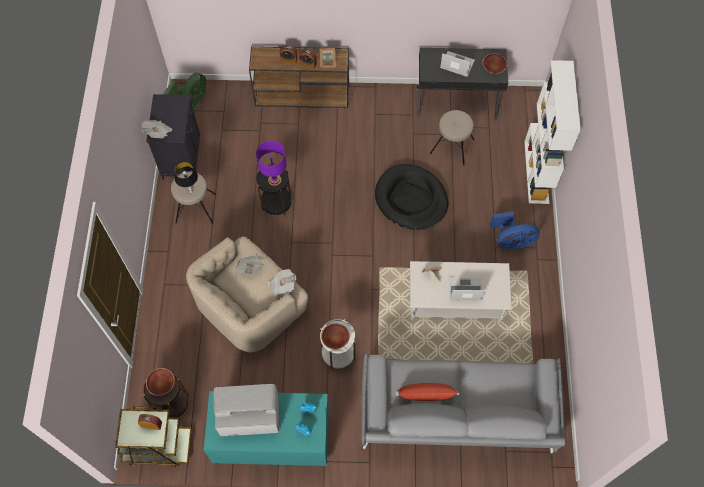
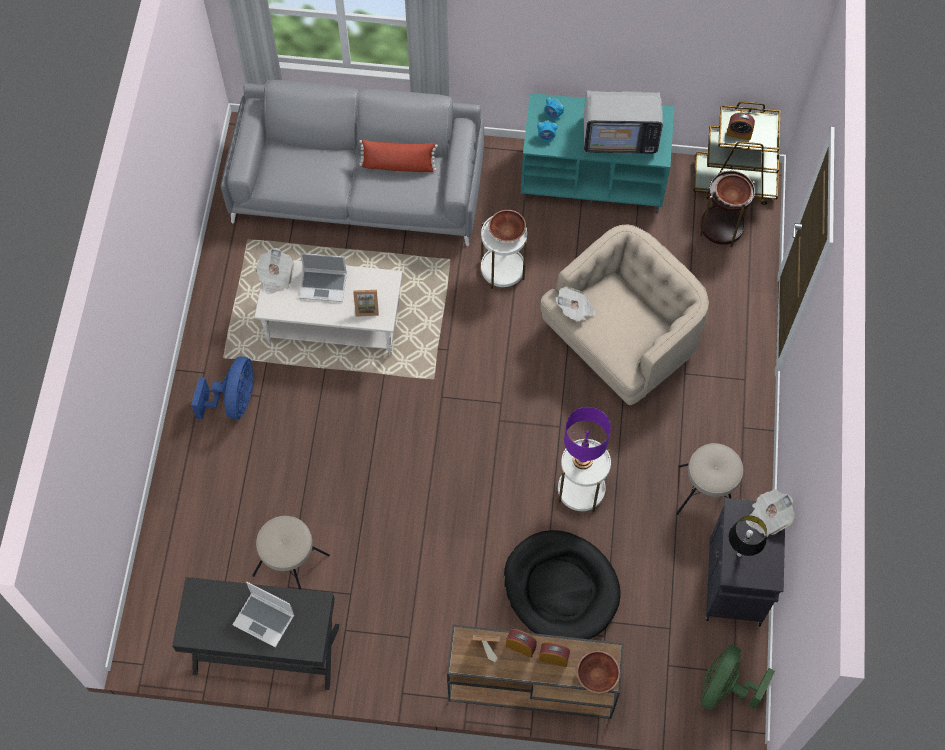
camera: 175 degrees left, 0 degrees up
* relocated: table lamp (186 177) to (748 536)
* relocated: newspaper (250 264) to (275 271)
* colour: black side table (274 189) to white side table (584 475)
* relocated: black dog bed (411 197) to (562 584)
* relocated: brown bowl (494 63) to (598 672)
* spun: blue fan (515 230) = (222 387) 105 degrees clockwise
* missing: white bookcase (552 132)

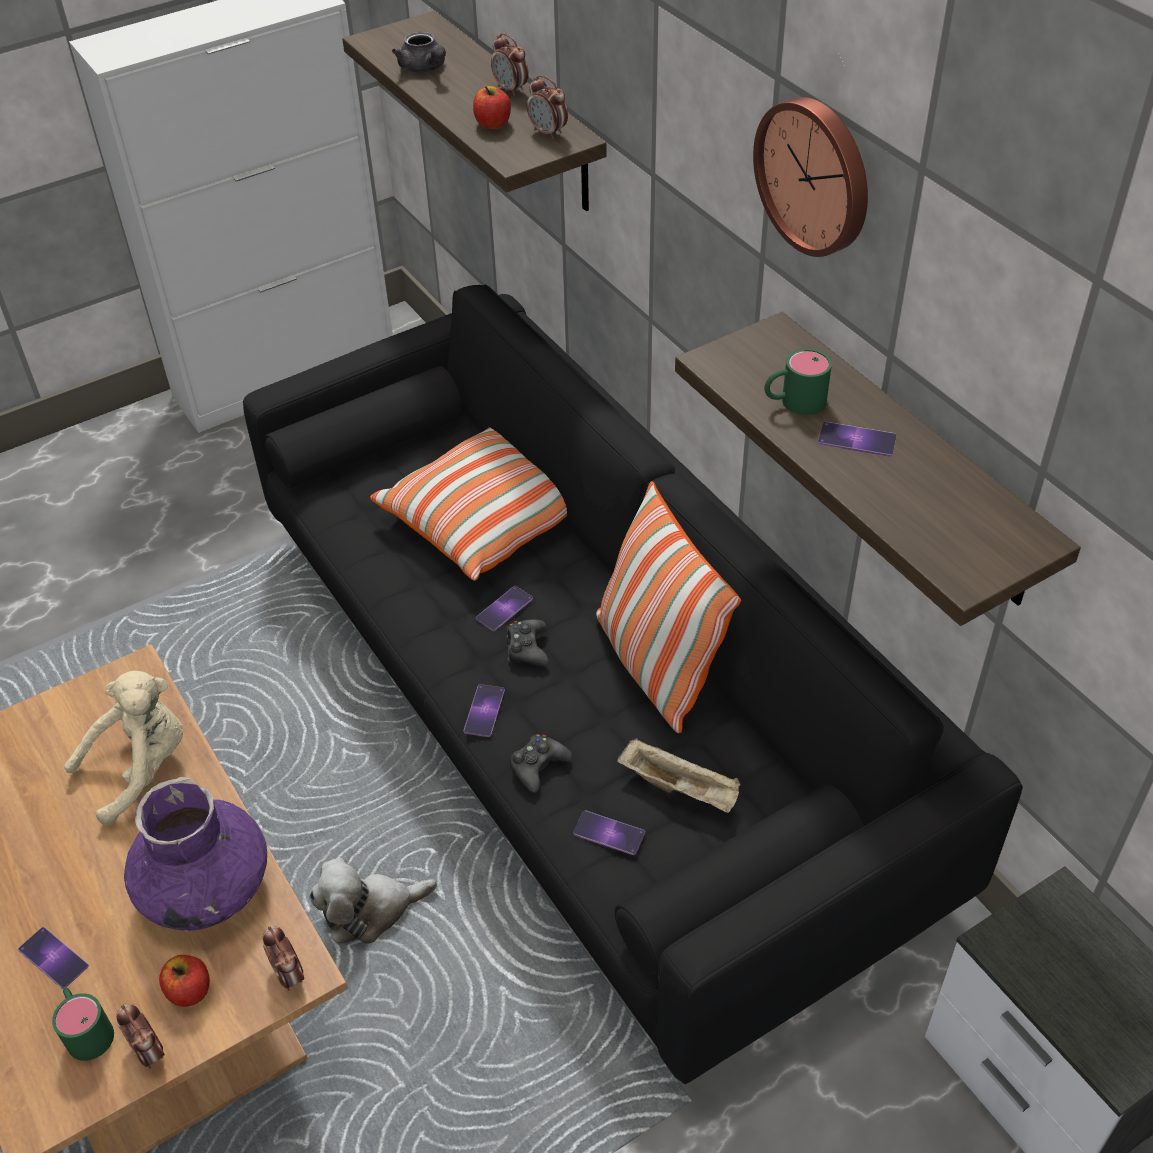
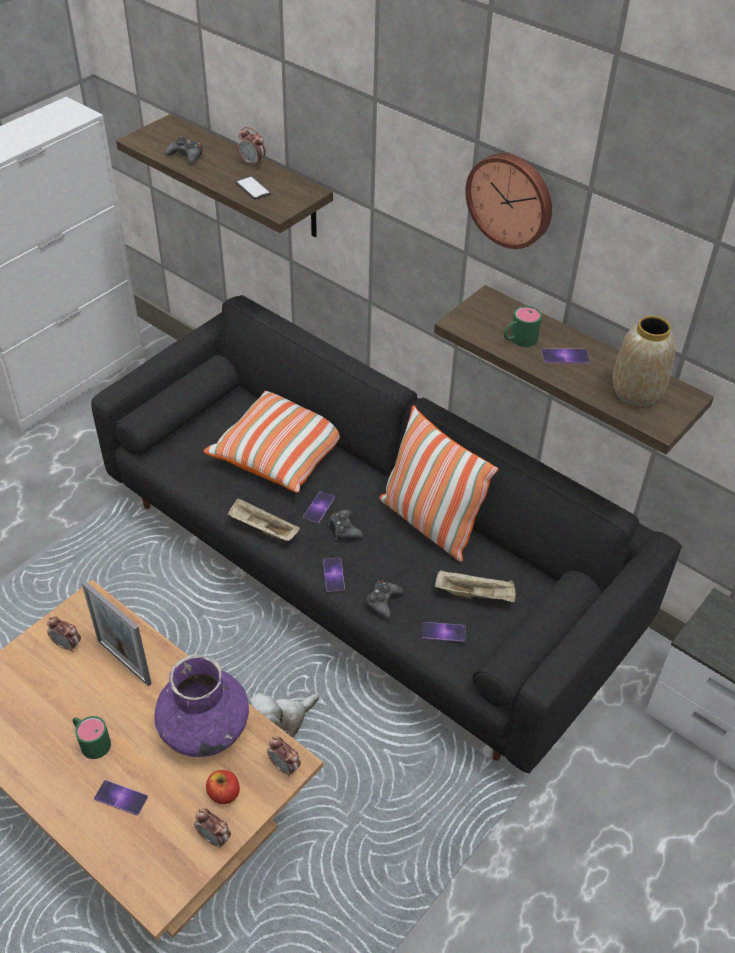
camera: 20 degrees left, 0 degrees up
* relocated: green mug (83 1024) to (92 737)
* exchanged: beige plush toy (124 747) to picture frame (117 633)
* exchanged: grey teapot (419 52) to black game controller (184 149)
* exchanged: apple (492 107) to phone (253 187)
* relocated: alarm clock (547 107) to (64 634)
* appeared: beige tray (263 519)
* appeared: vase (644 361)

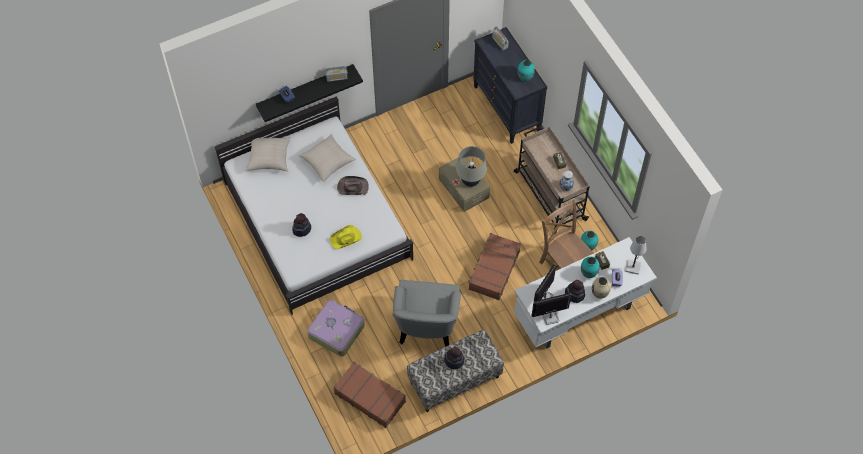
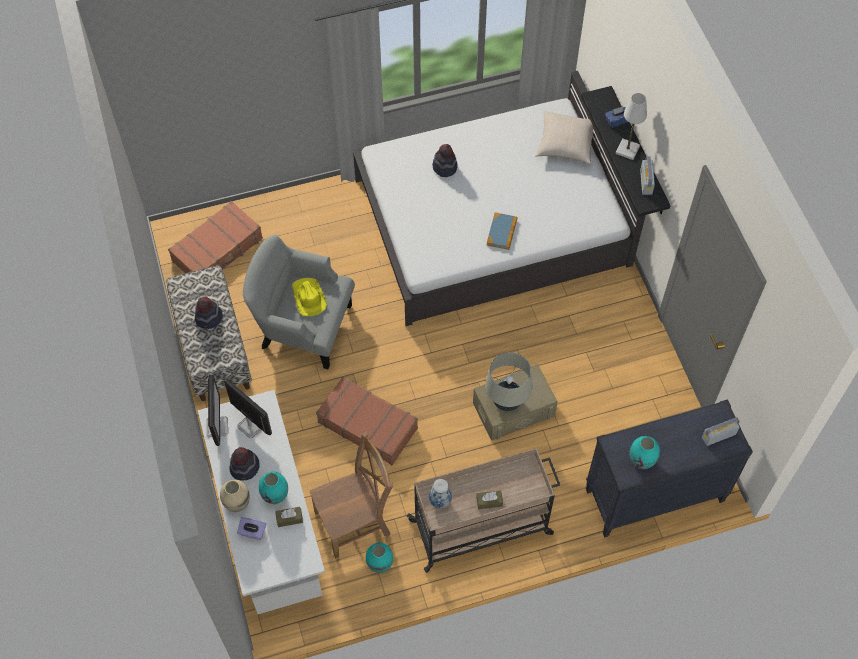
camera: 100 degrees right, 0 degrees up
* missing: beige pillow (327 158)
* missing: suitcase (336 328)
* relocated: yellow hat (346 237) to (309 297)
* exchanged: brown hat (353 185) to book (502 231)
* relocated: white table lamp (635 255) to (631 126)

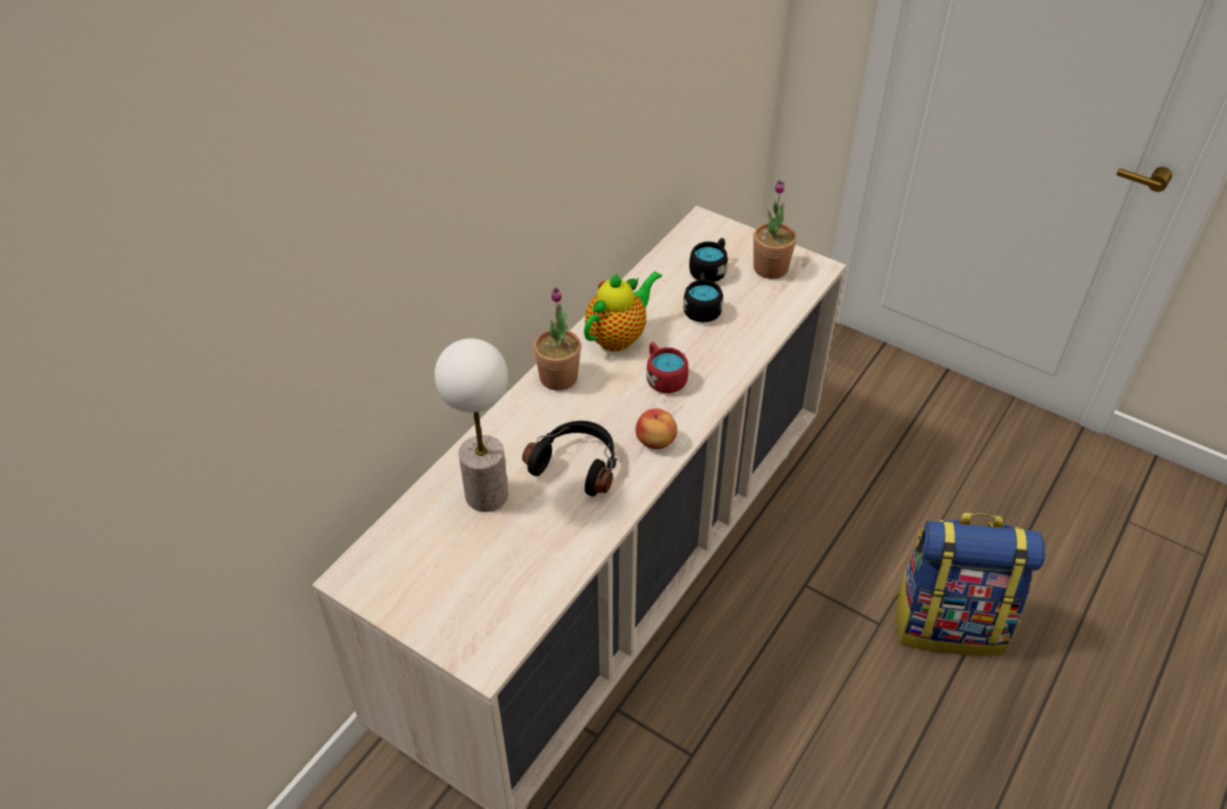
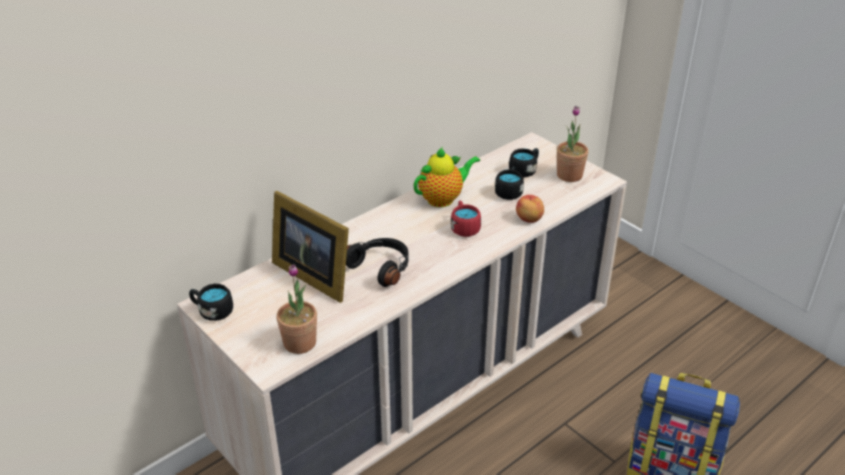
camera: 15 degrees right, 10 degrees down
* exchanged: table lamp (471 425) to picture frame (310 247)
* relocated: potted plant (557 339) to (297 309)
* relocated: apple (657 429) to (530 209)
* appeared: black mug (211 302)

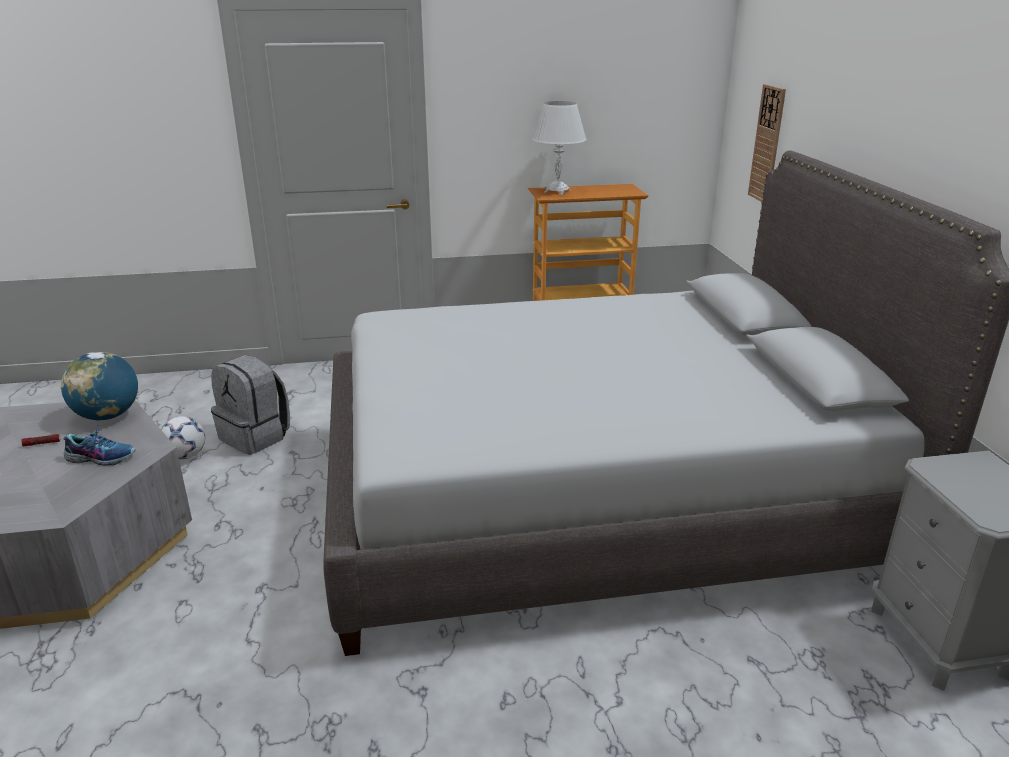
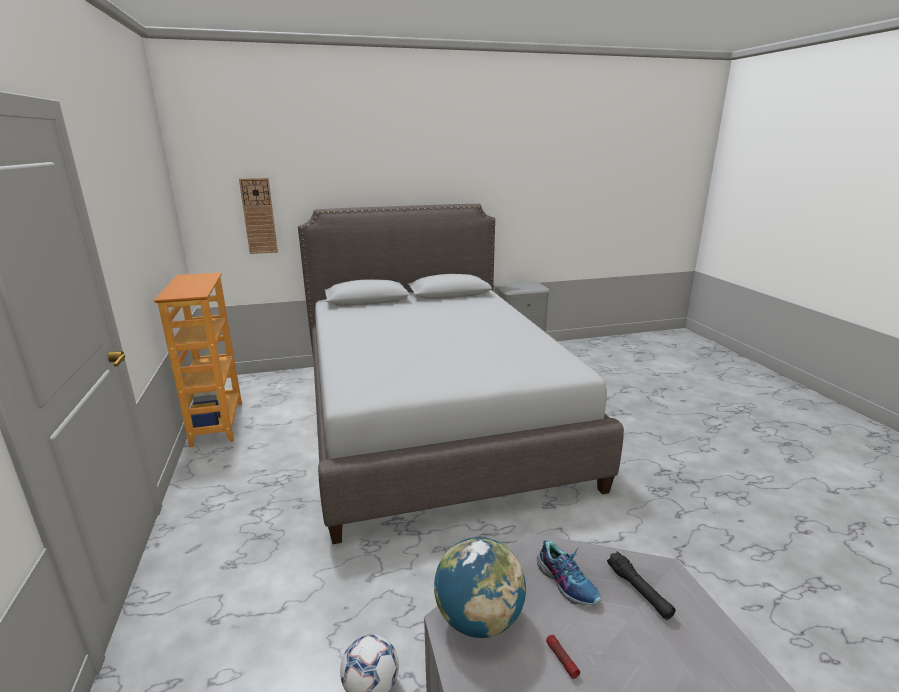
camera: 95 degrees left, 5 degrees down
* spun: shoe (99 446) = (569 572) 150 degrees clockwise
* missing: grey backpack (250 405)
* missing: white table lamp (559 148)
* appeared: black flashlight (641 585)

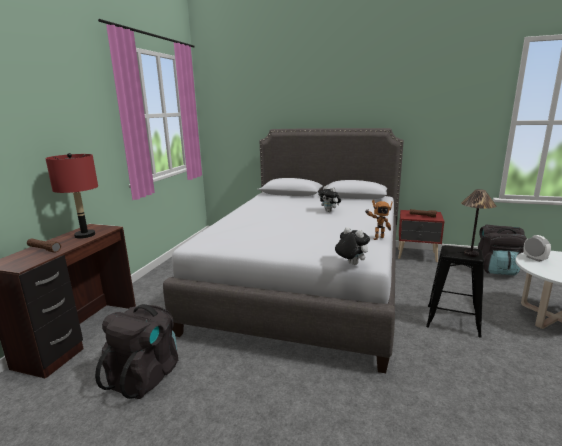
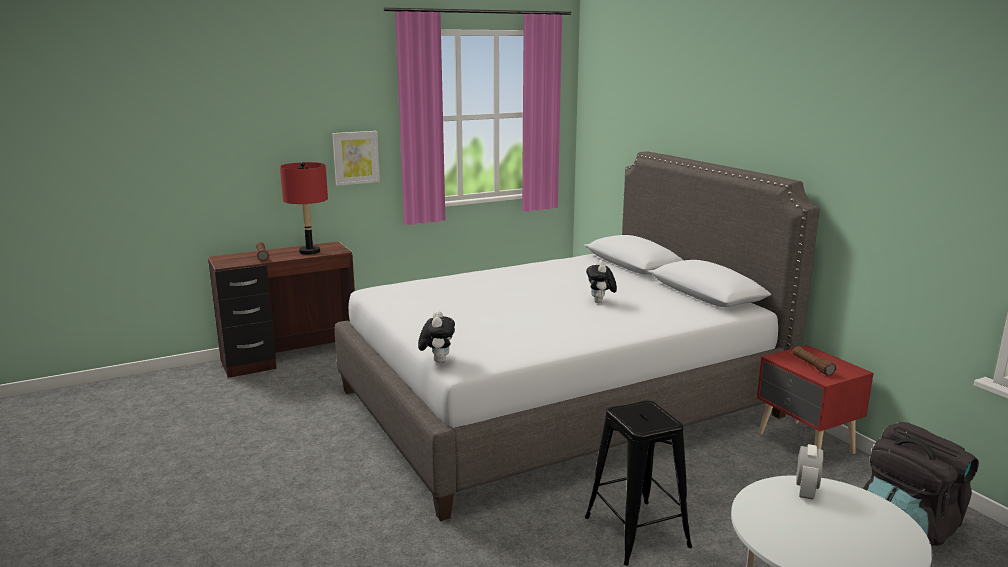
camera: 45 degrees right, 0 degrees up
* missing: black backpack (136 351)
* missing: toy robot (378 220)
* missing: table lamp (478 223)
* appeared: picture (356 158)

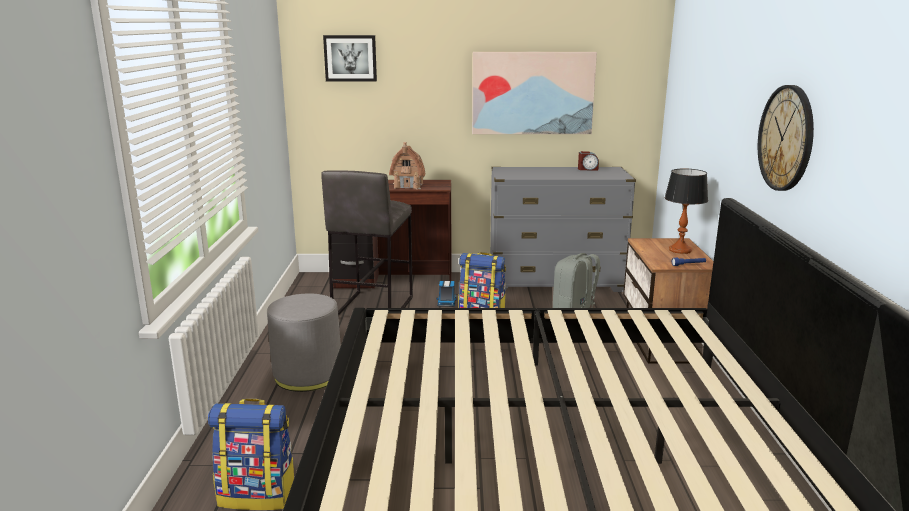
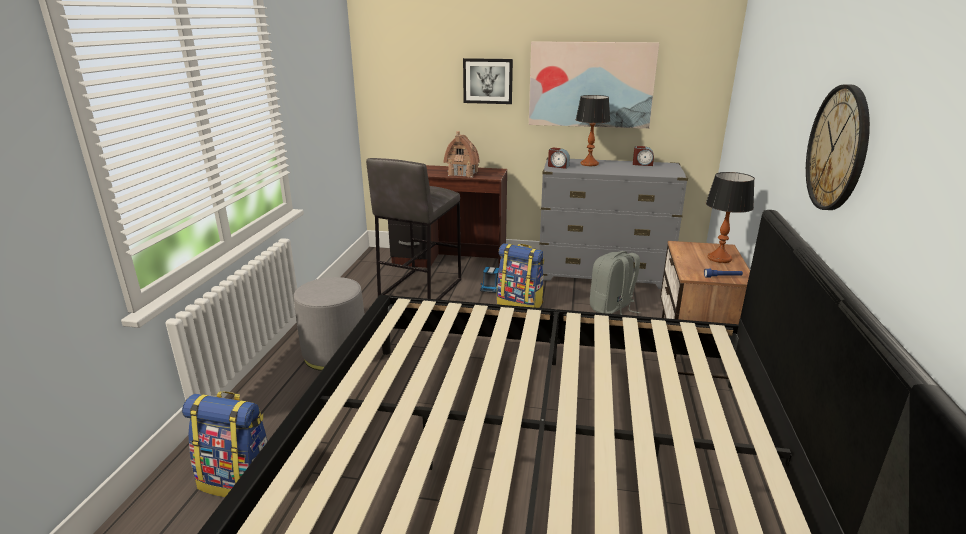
camera: 10 degrees right, 5 degrees up
* relocated: picture (350 58) to (488 81)
* appeared: alarm clock (559 158)
* appeared: table lamp (593 130)

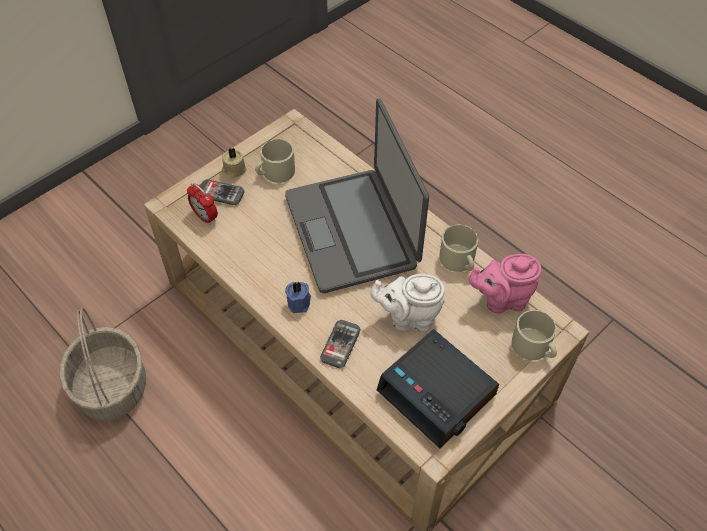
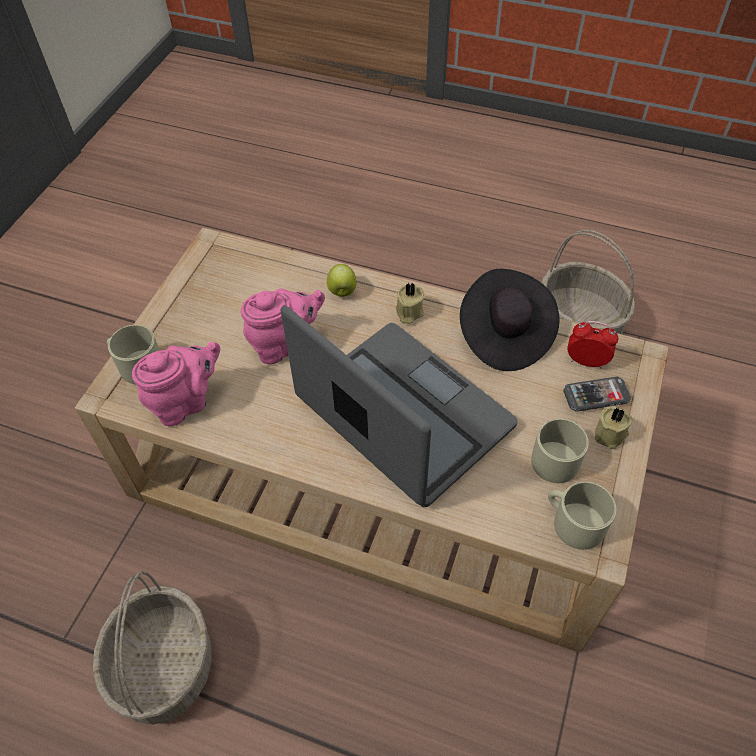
camera: 155 degrees right, 0 degrees up
* colour: blue candle (298 297) to beige candle (409 303)
* exchanged: phone (340 344) to apple (342 280)
* colour: white teapot (407 303) to pink teapot (283 326)
* missing: alarm clock (438 388)
* relocated: beige mug (459 248) to (582 515)
* appeared: basket (152 648)
* appeared: black hat (510 320)

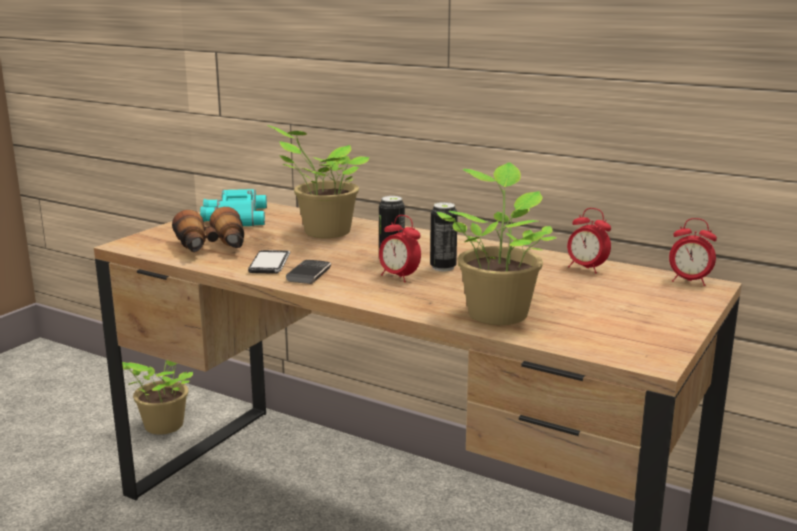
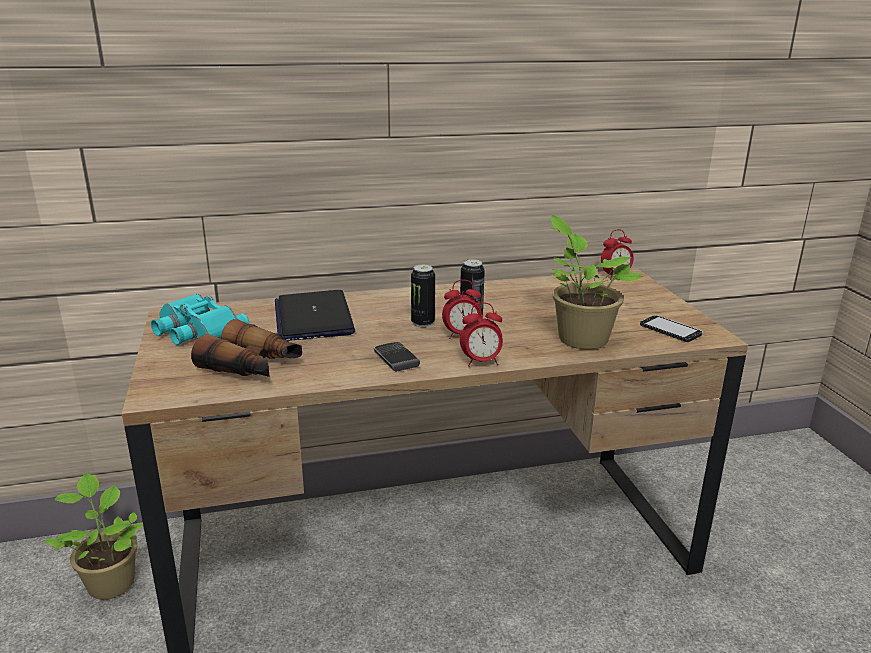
camera: 45 degrees left, 5 degrees up
* relocated: phone (269 262) to (671 328)
* exchanged: potted plant (318 181) to laptop (315 315)
* relocated: alarm clock (589 240) to (481 335)

